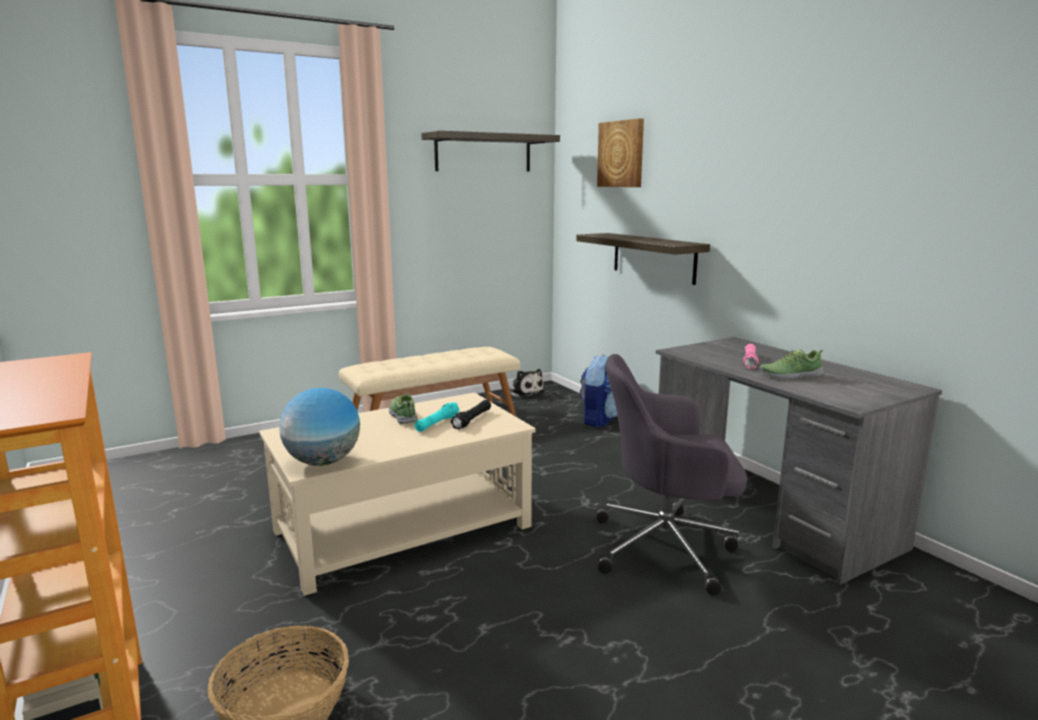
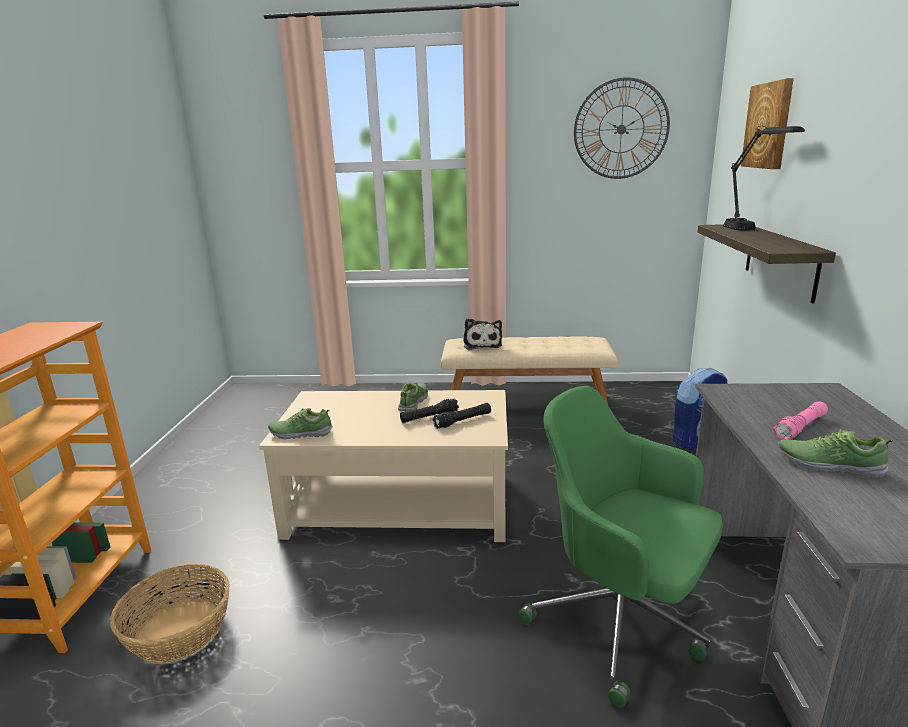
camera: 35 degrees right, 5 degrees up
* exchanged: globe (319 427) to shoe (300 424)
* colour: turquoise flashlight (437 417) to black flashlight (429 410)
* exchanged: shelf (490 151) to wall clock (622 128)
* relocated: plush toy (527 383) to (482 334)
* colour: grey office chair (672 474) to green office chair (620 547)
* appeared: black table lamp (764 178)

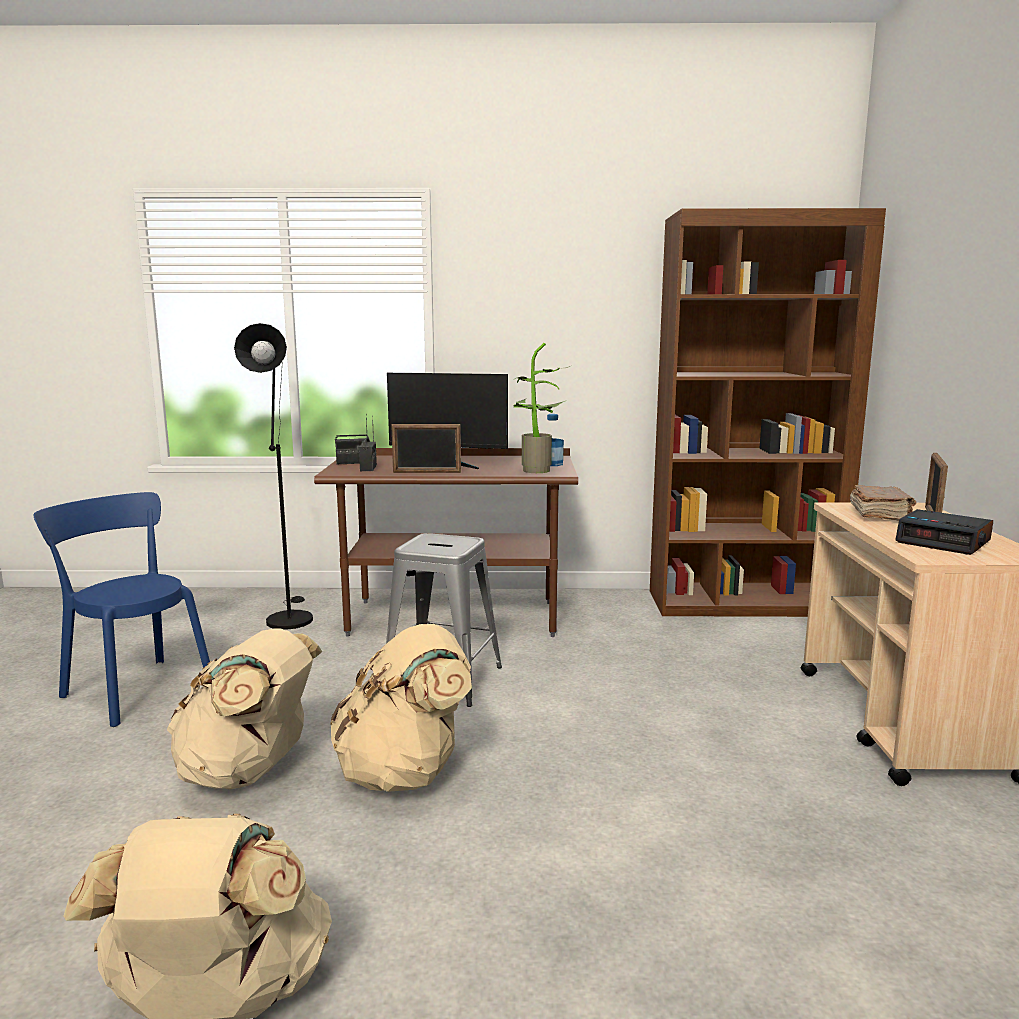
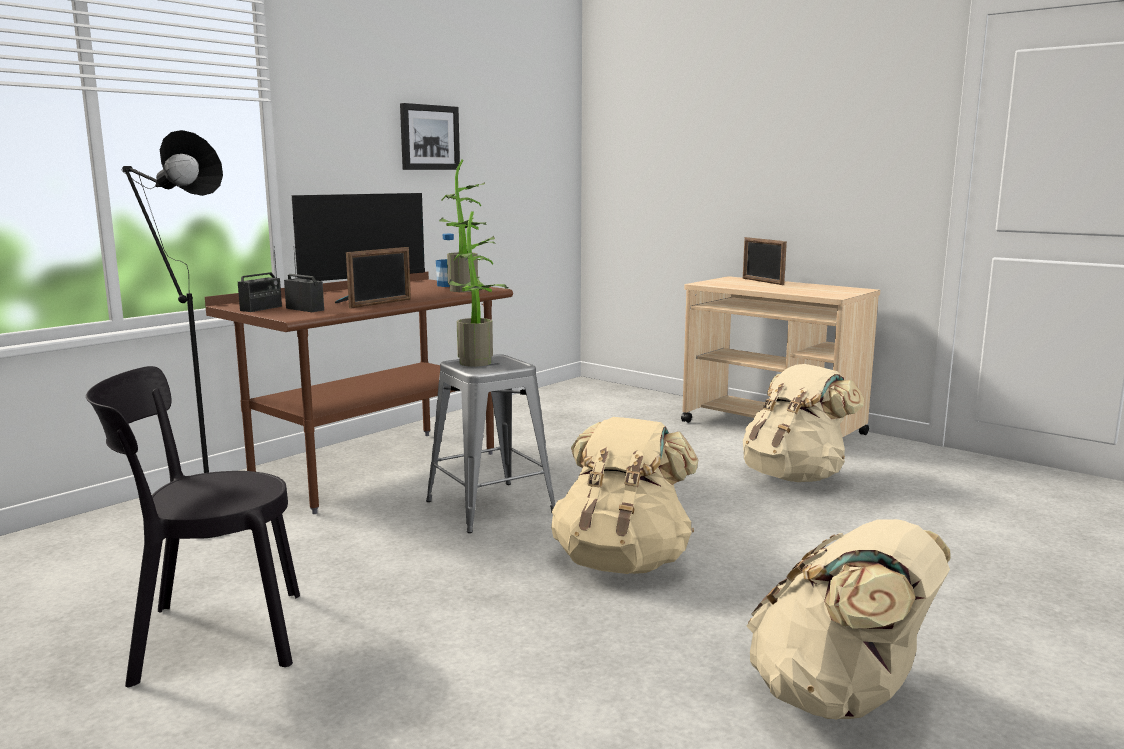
camera: 50 degrees left, 0 degrees up
* colour: blue chair (122 609) to black chair (193 526)
* relocated: beige backpack (244 708) to (803 423)
* missing: brown bookcase (768 412)
* missing: brown book (883 503)
* missing: alarm clock (944 532)
* appeared: picture (430 136)
* appeared: potted plant (479 289)

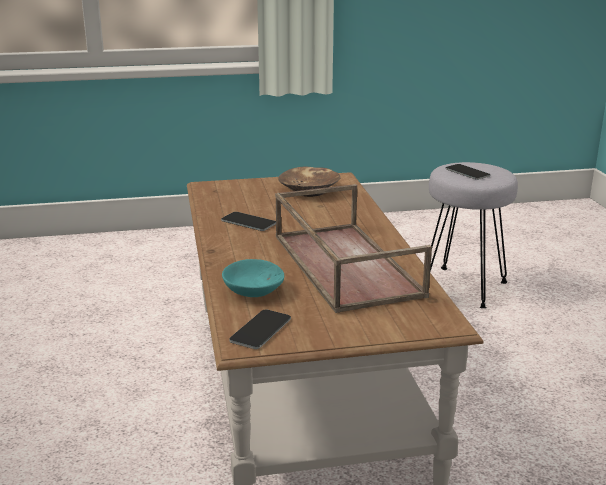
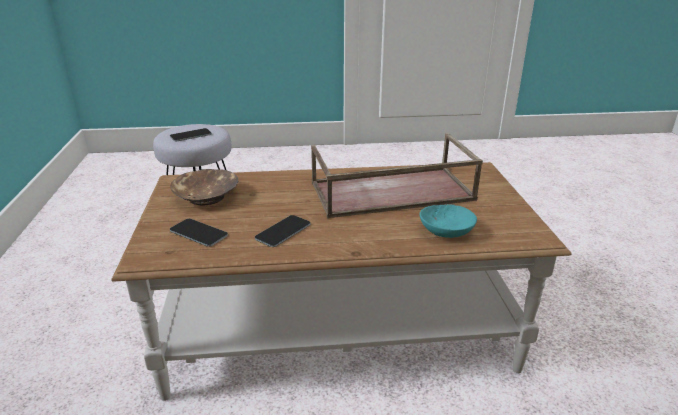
camera: 85 degrees left, 5 degrees up
* relocated: phone (260 329) to (199 233)

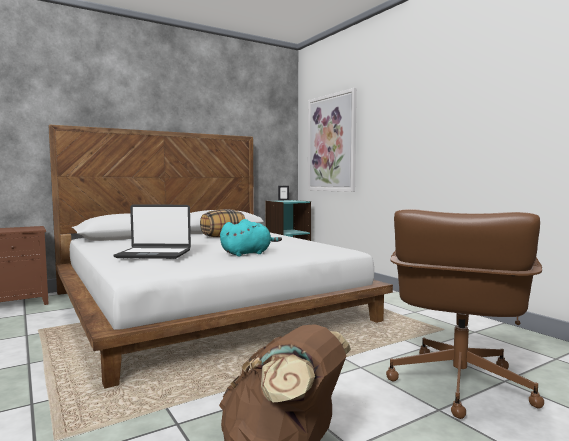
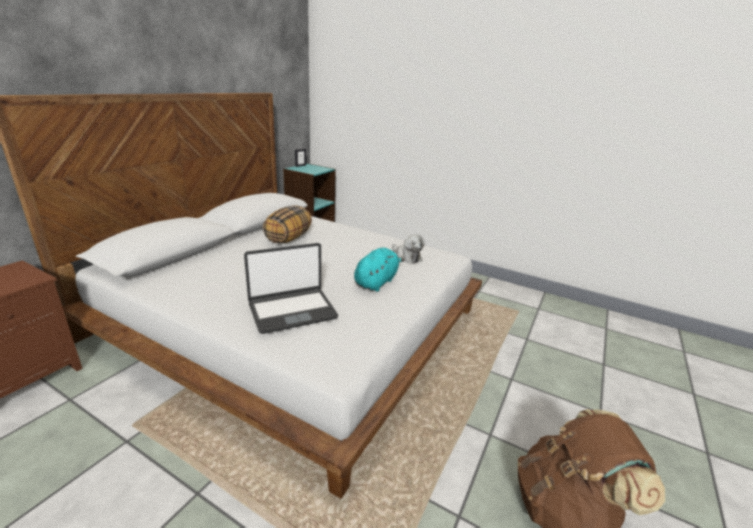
camera: 30 degrees left, 20 degrees up
* missing: picture (332 140)
* missing: brown office chair (465 314)
* appeared: plush toy (408 249)

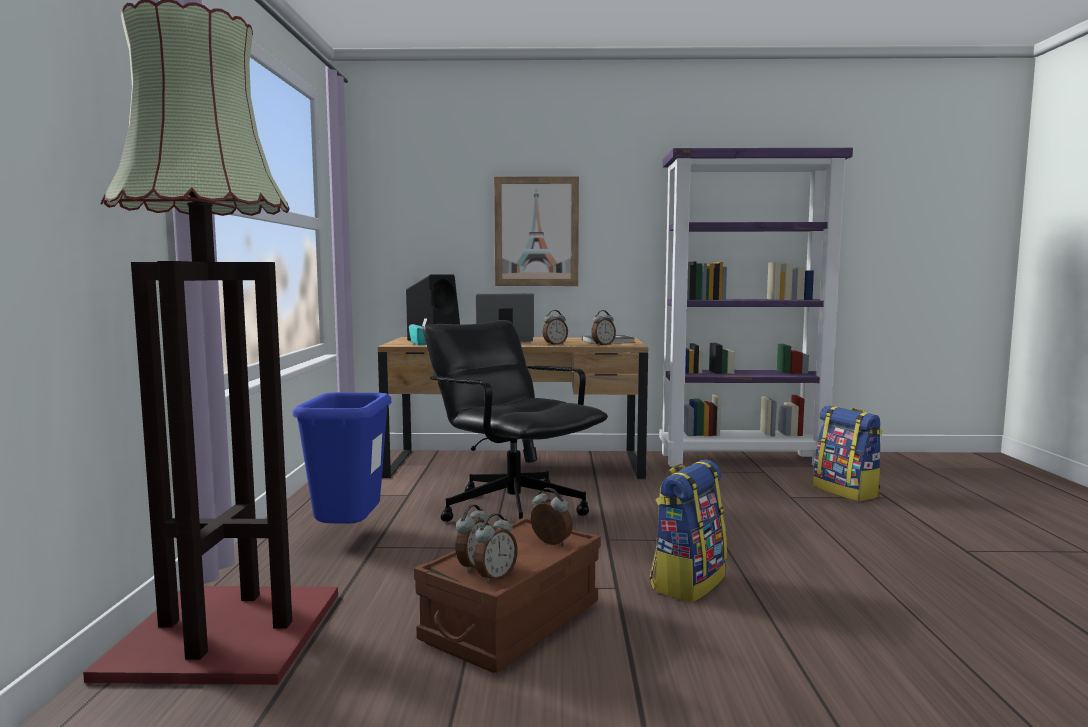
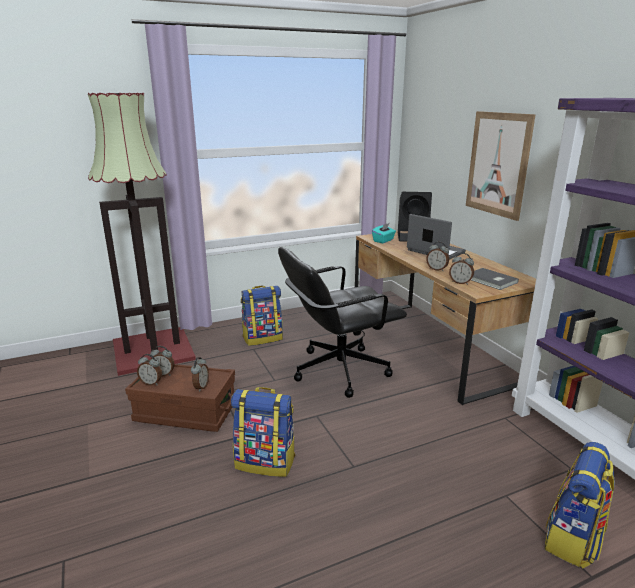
camera: 65 degrees right, 15 degrees up
* exchanged: blue trash can (342 458) to backpack (262 316)
* spun: black office chair (515 421) = (342 322) 135 degrees counterclockwise

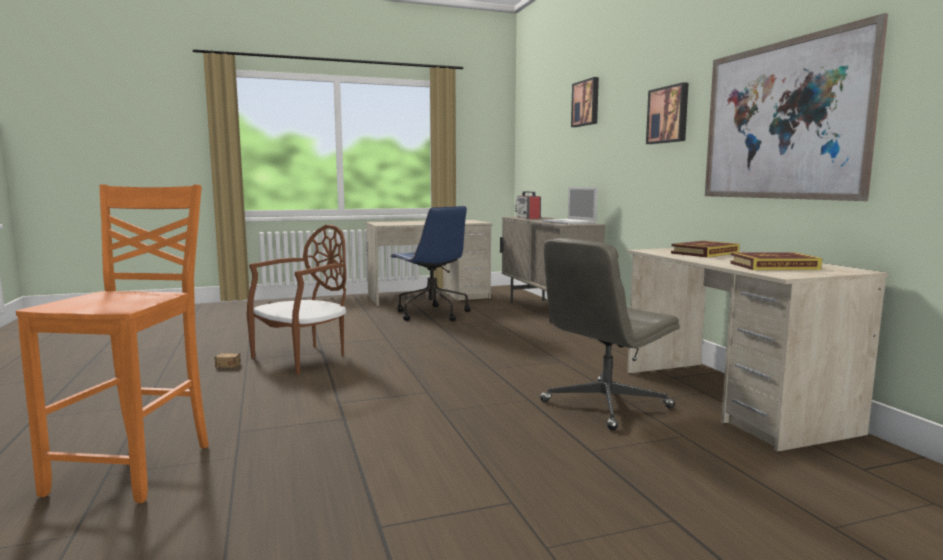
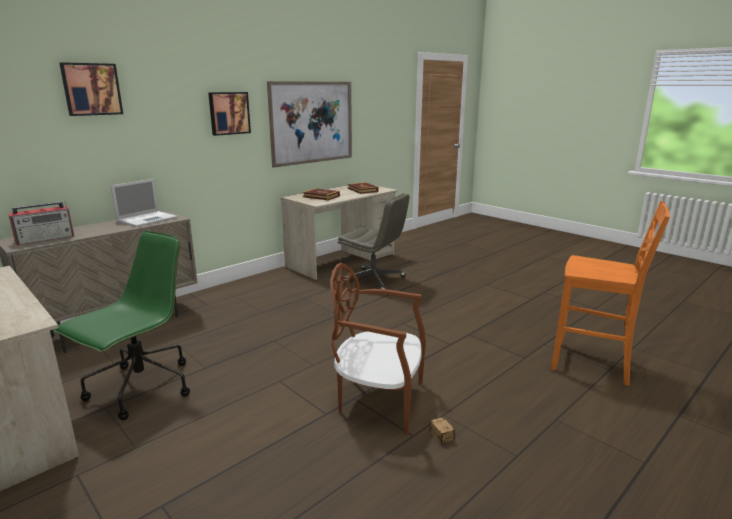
camera: 115 degrees left, 10 degrees up
* spun: orange chair (112 343) = (610 293) 135 degrees counterclockwise
* colour: blue office chair (431 263) to green office chair (122 325)

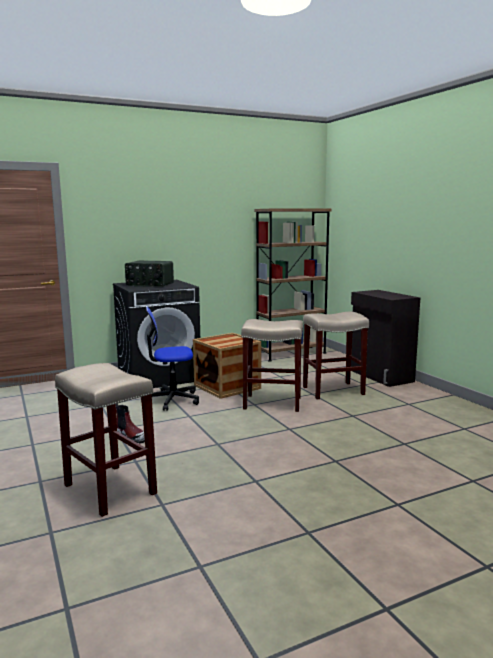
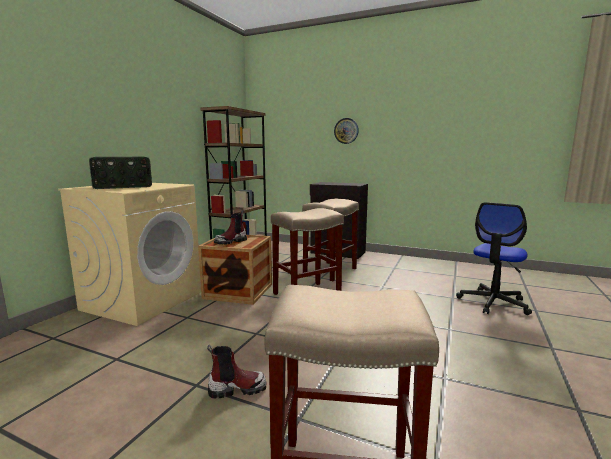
camera: 40 degrees left, 0 degrees up
* colour: black washing machine (156 334) to beige washing machine (129 254)
* relocated: office chair (172 358) to (494 258)
* appeared: boot (230 227)
* appeared: wall clock (346 131)

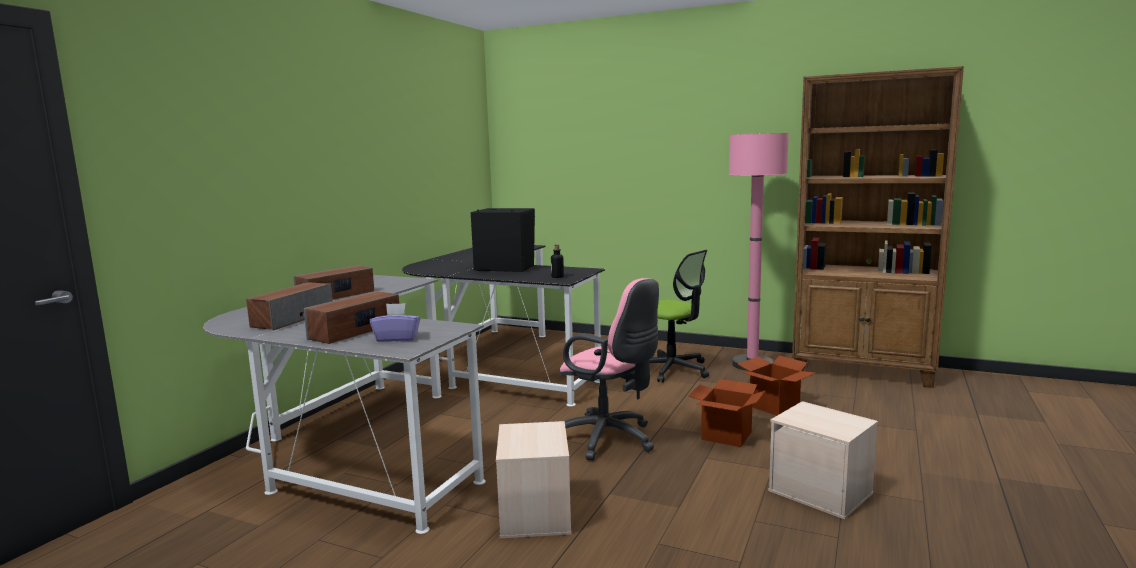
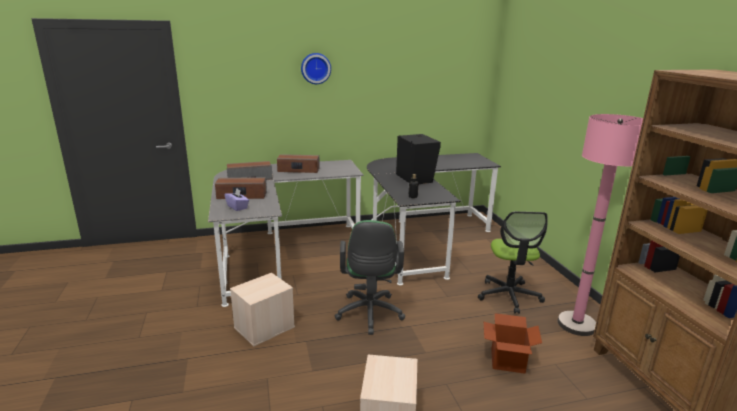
camera: 50 degrees right, 10 degrees up
* colour: pink office chair (609 369) to green office chair (370 277)
* missing: cardboard box (727 413)
* appeared: wall clock (316 68)

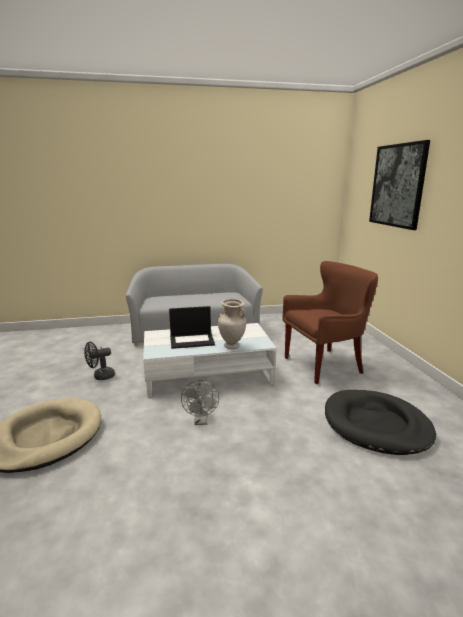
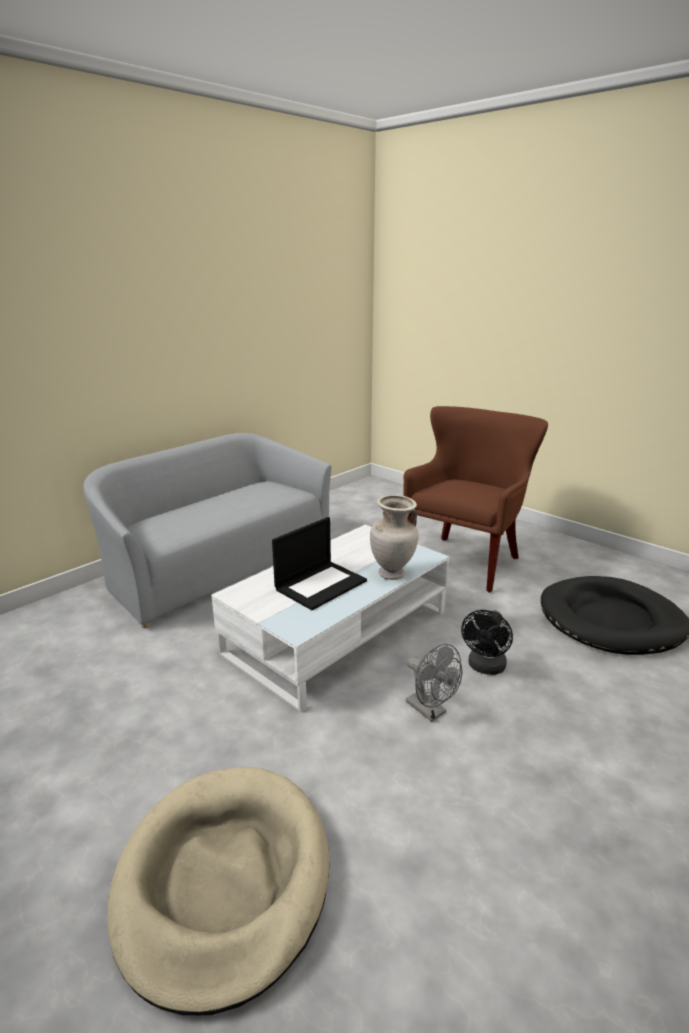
camera: 35 degrees left, 5 degrees up
* relocated: black fan (99 361) to (487 642)
* missing: picture (399 185)

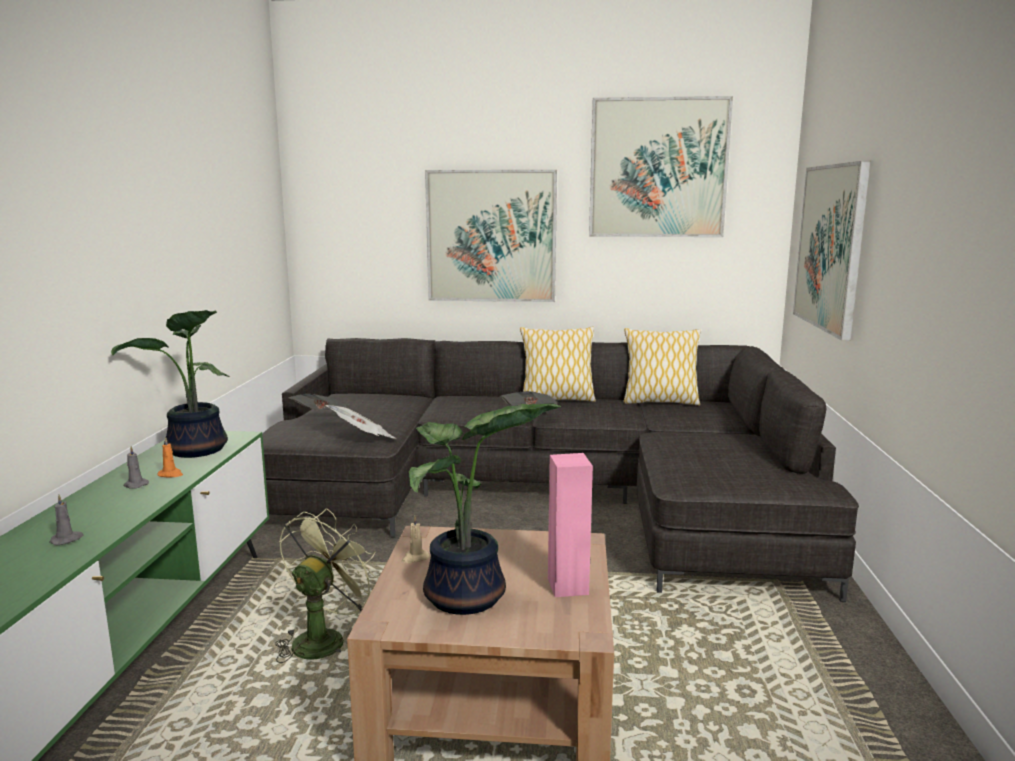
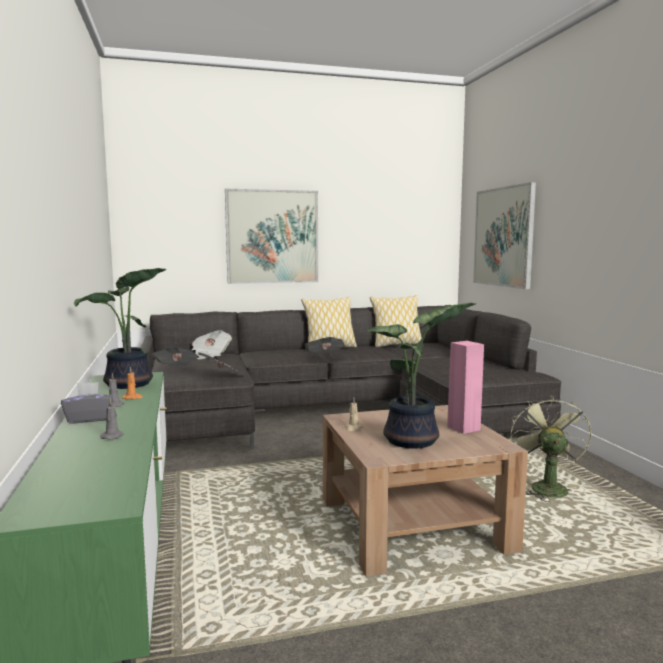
camera: 20 degrees left, 5 degrees down
* relocated: green fan (327 586) to (550 448)
* missing: picture (661 166)
* appeared: grey tissue box (87 403)
* appeared: newspaper (212 344)

